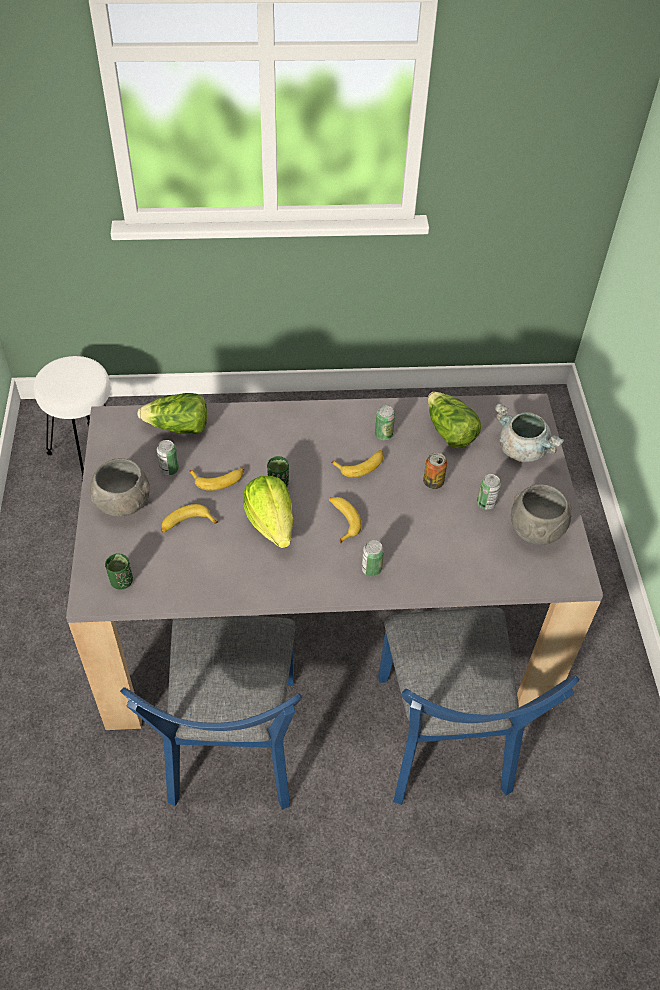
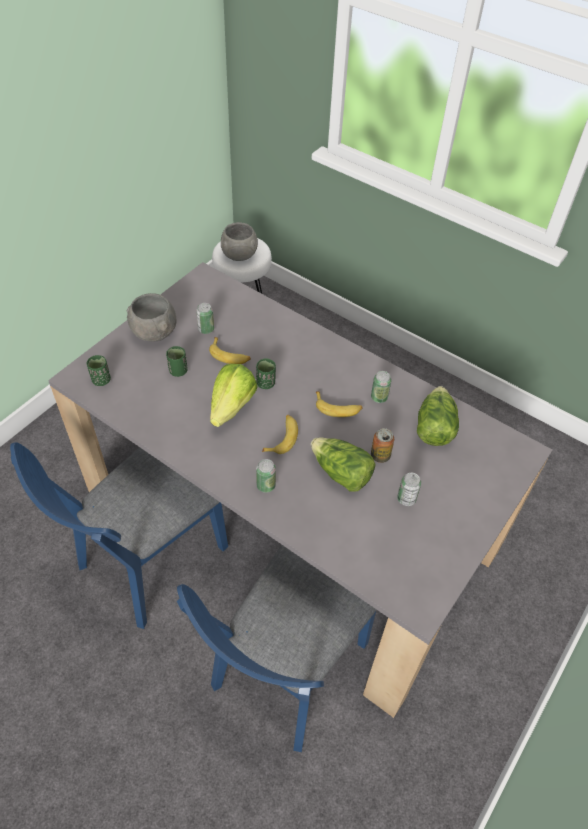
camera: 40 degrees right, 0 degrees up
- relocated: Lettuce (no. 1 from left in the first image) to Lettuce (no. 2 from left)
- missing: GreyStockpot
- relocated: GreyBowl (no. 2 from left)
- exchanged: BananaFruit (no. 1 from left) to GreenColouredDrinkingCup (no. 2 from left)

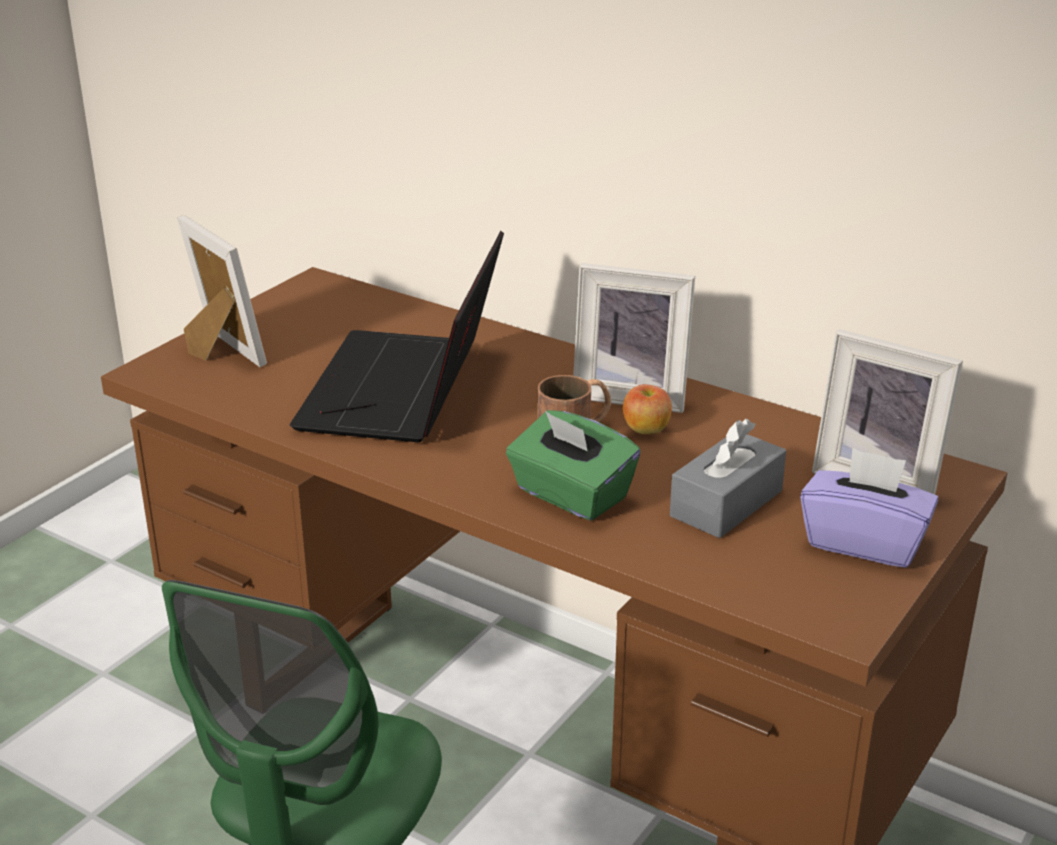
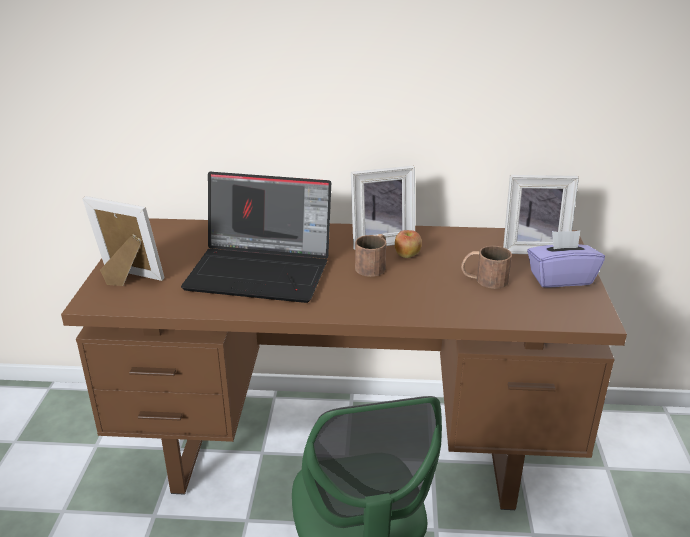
camera: 30 degrees left, 0 degrees up
- spun: PortableComputer 60 degrees counterclockwise
- missing: GreenColouredTissueHolder
- exchanged: GreyTissueHolder to BrownColouredTeaMug (no. 2 from left)

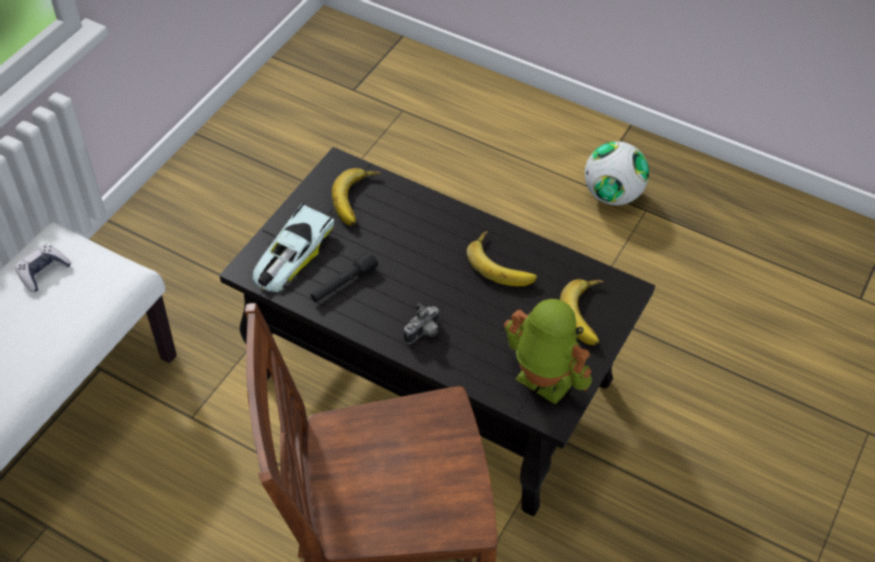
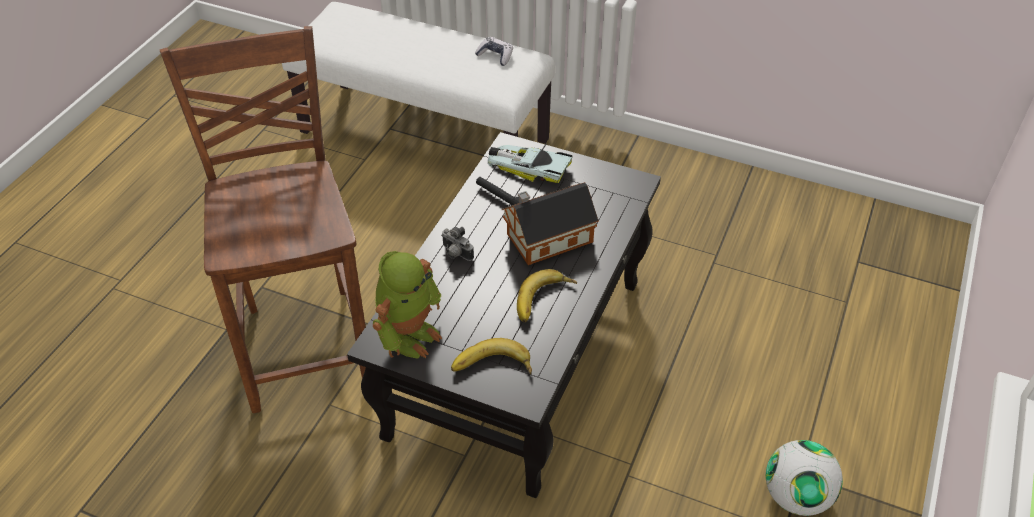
camera: 85 degrees right, 5 degrees down
- missing: BananaFruit (no. 1 from left)
- appeared: MiniatureHouse

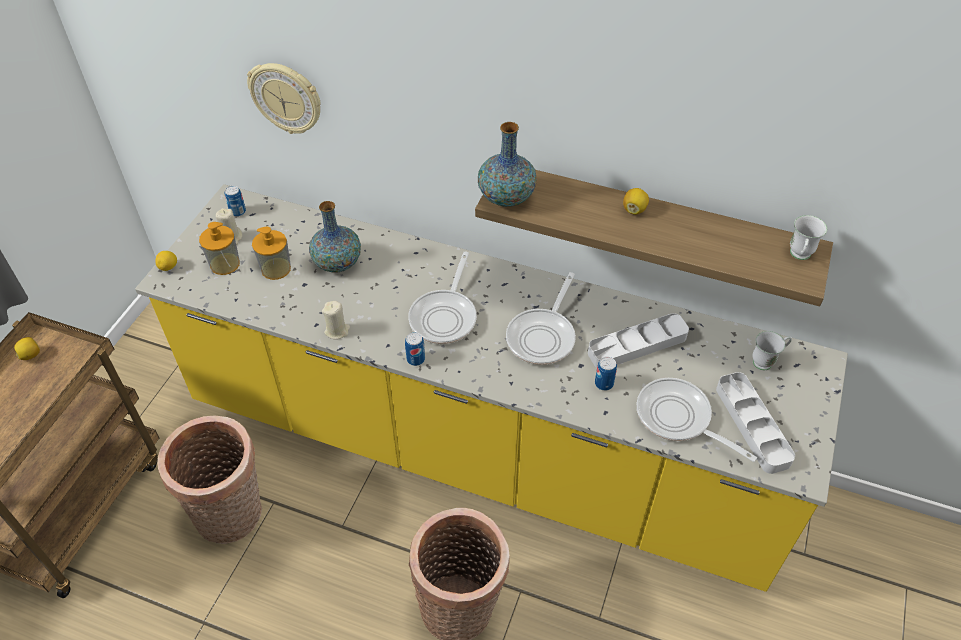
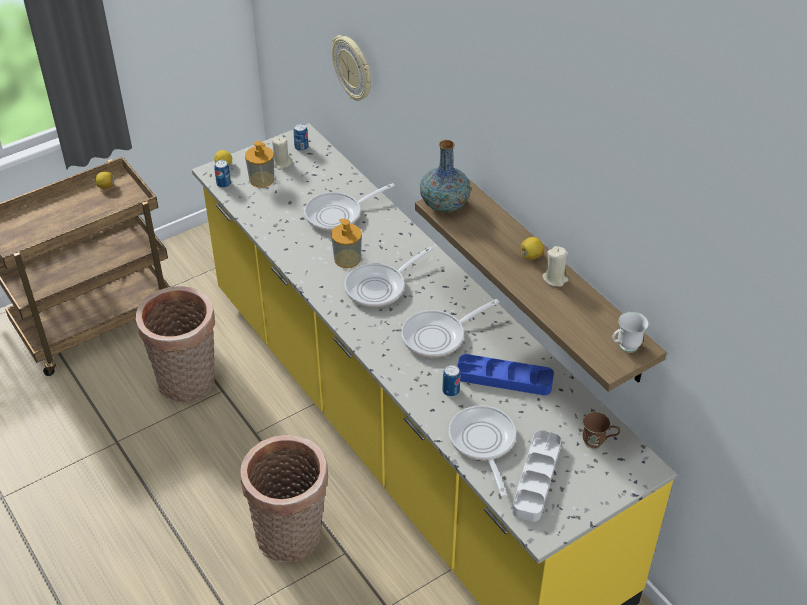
camera: 35 degrees right, 5 degrees down
- exchanged: FlowerVase (no. 1 from left) to FryingPan (no. 1 from left)
- relocated: LiquidSoapBottle (no. 2 from left)
- relocated: BeigeColouredWaxCandle (no. 2 from left)
- colour: GreyServingTray (no. 1 from left) to BlueColouredServingTray
- colour: WhitishTeaMug (no. 1 from left) to BrownColouredTeaMug
- relocated: MetalCan (no. 2 from left in the first image) to MetalCan (no. 1 from left)

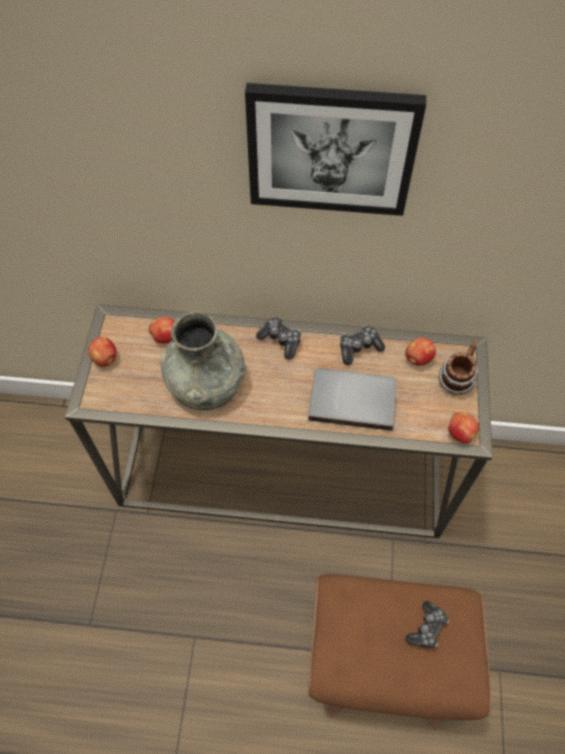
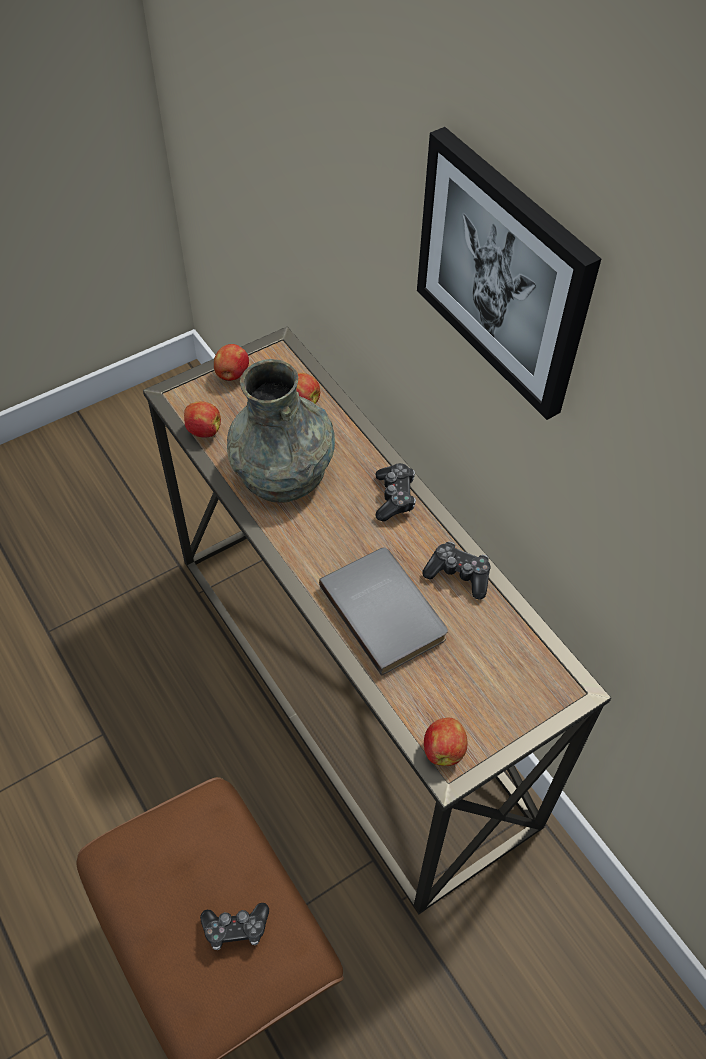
camera: 50 degrees right, 5 degrees down
- relocated: WholeApple (no. 3 from left in the first image) to WholeApple (no. 1 from left)
- missing: TeaMug

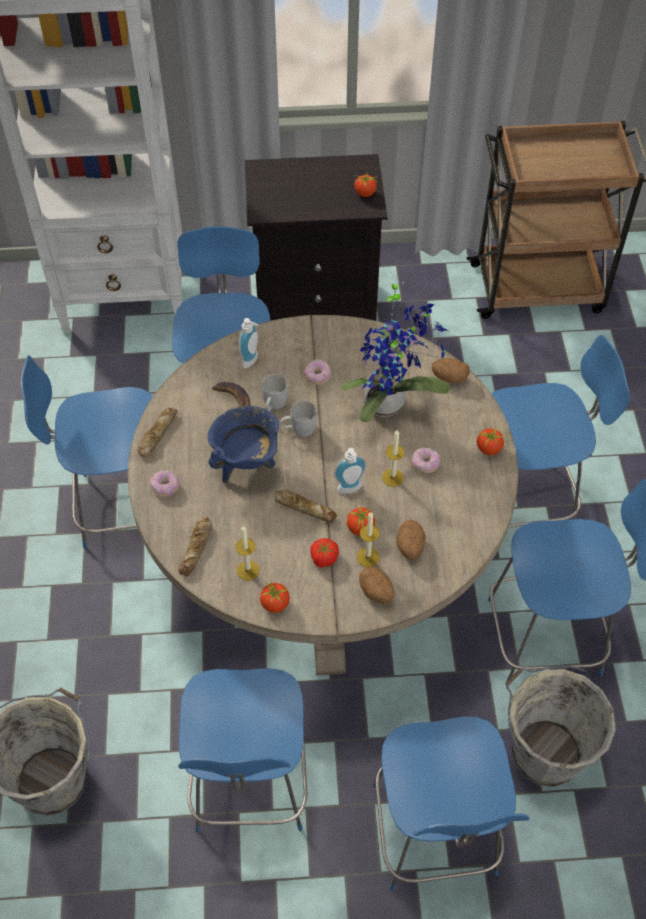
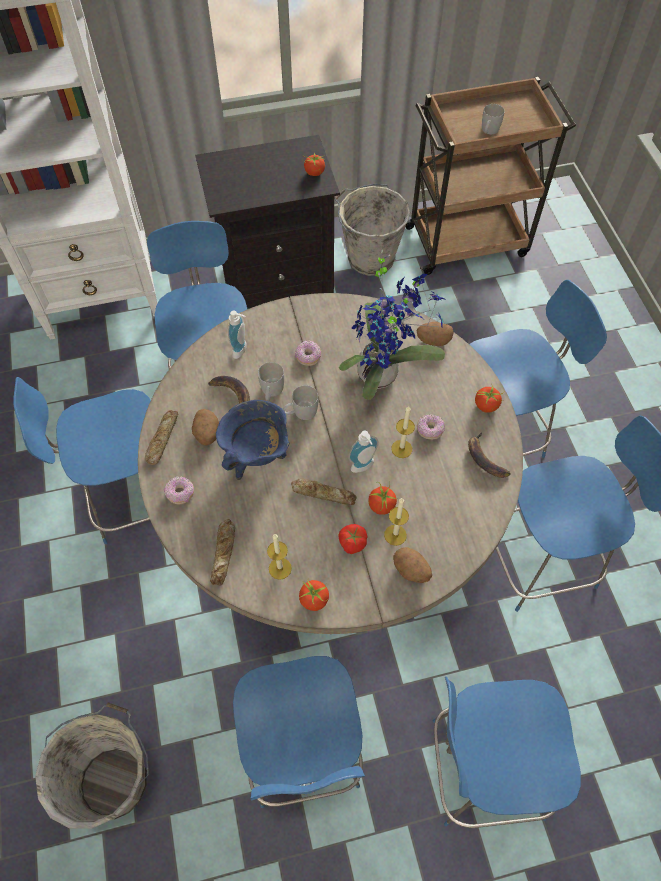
camera: 10 degrees left, 5 degrees up
- relocated: Spud (no. 2 from left in the first image) to Spud (no. 1 from left)
- relocated: GreyBucket (no. 2 from left)
- spun: BlueColouredPlainChair (no. 4 from left) 105 degrees clockwise
- appeared: WhitishTeaMug (no. 3 from left)
- appeared: BananaFruit (no. 2 from left)

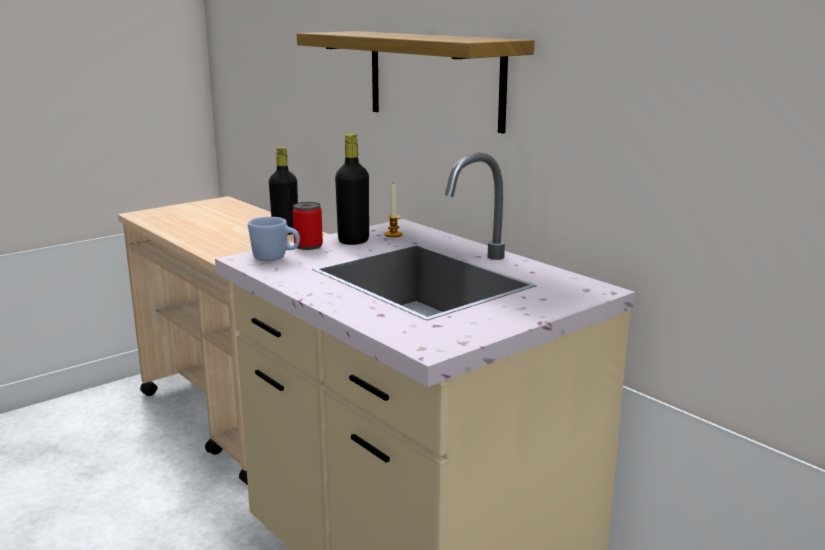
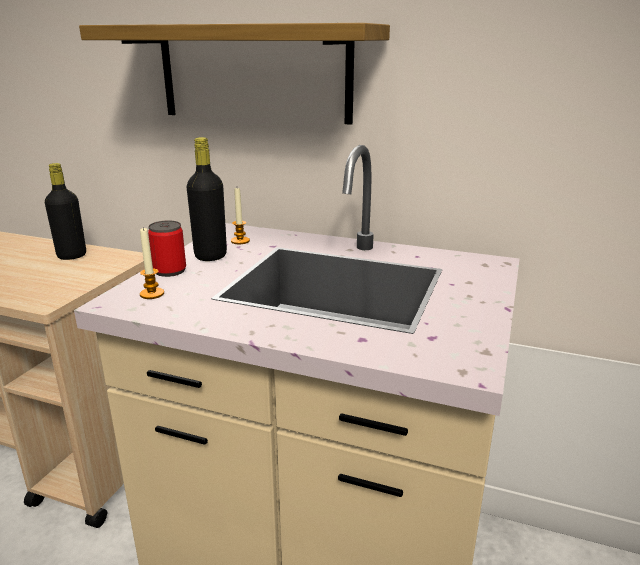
camera: 30 degrees left, 5 degrees up
- exchanged: BlueColouredTeaMug to WaxCandle (no. 1 from left)

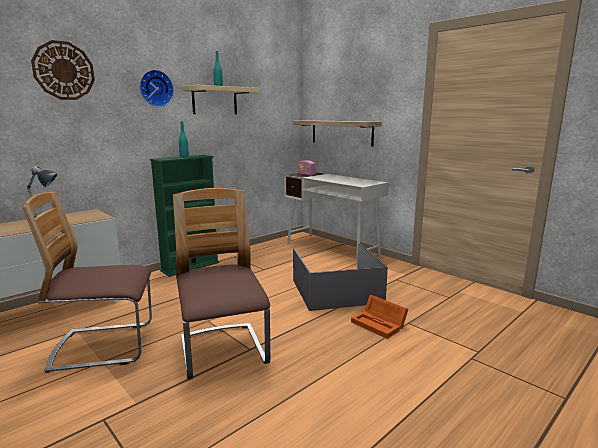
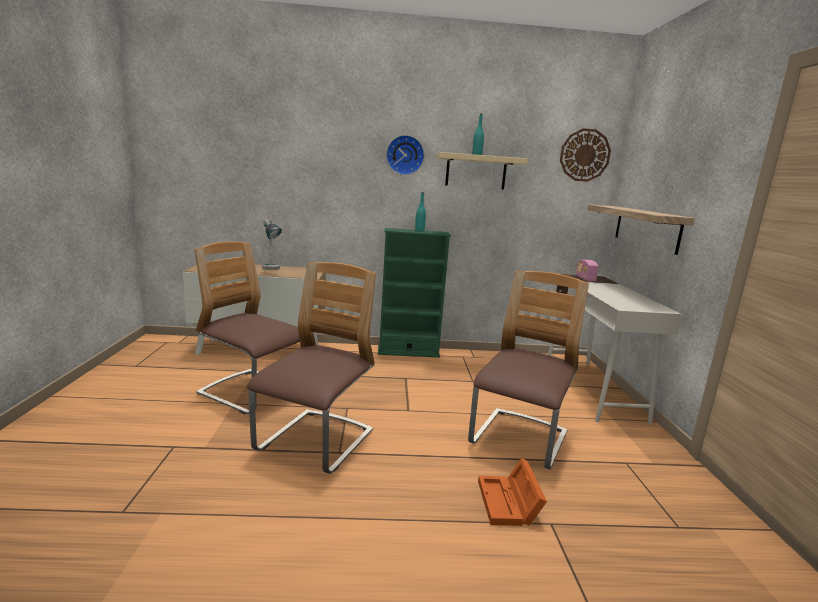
camera: 40 degrees right, 0 degrees up
- relocated: HangingClock (no. 1 from left in the first image) to HangingClock (no. 2 from left)
- exchanged: GreyStorageContainer to PlainChair (no. 3 from left)

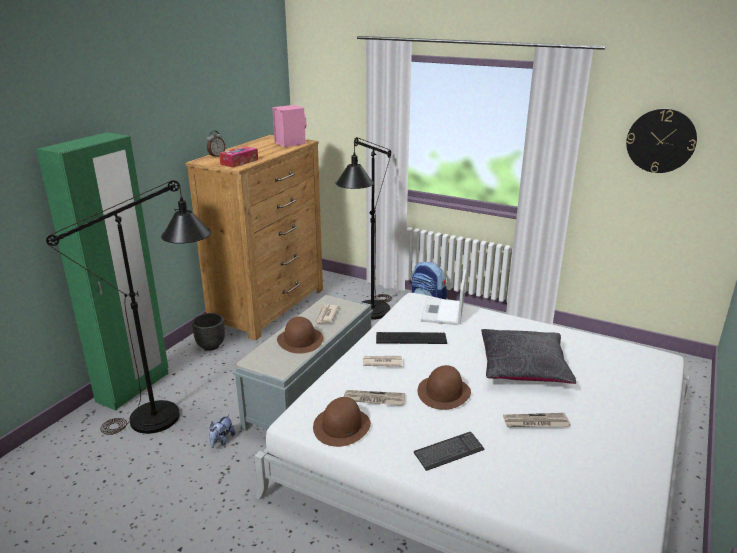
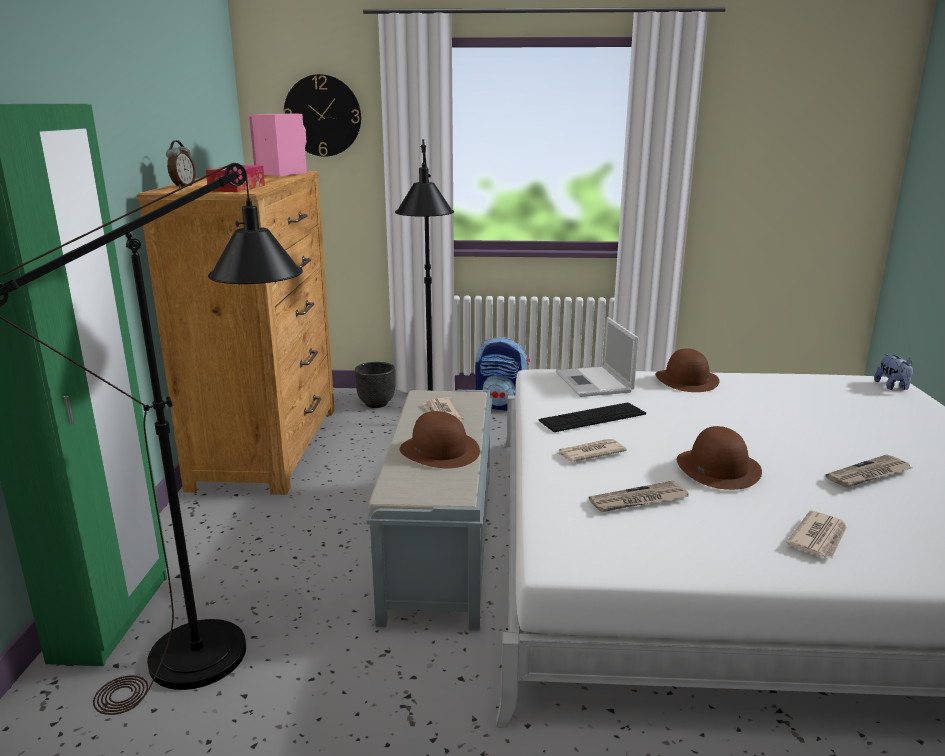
camera: 25 degrees left, 5 degrees down
- relocated: HangingClock
- relocated: BlackishPlanter
- missing: BlackishCushion
- relocated: BrownColouredClothingHat (no. 2 from left)
- relocated: PlushToy
- exchanged: Keyboard (no. 2 from left) to PrintedPaper (no. 4 from left)

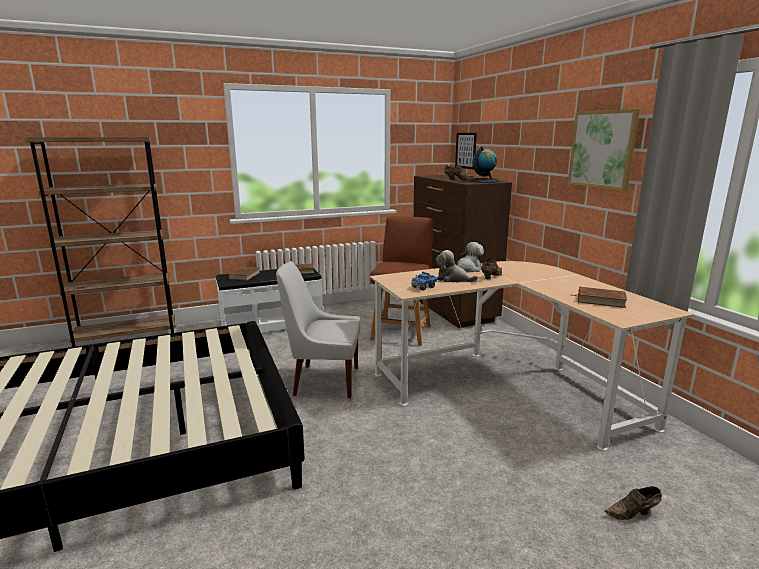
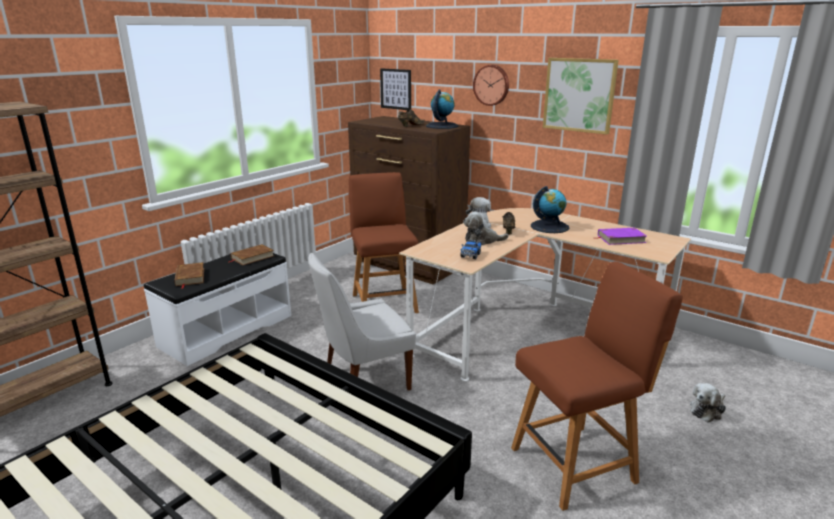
camera: 30 degrees left, 5 degrees up
- colour: BrownColouredBoundBook (no. 3 from left) to PurplishBoundBook
- exchanged: BrownColouredItemOfFootwear (no. 3 from left) to PlushToy (no. 3 from left)
- appeared: HangingClock
- appeared: Globe (no. 2 from left)
- appeared: BrownColouredPlainChair (no. 2 from left)

